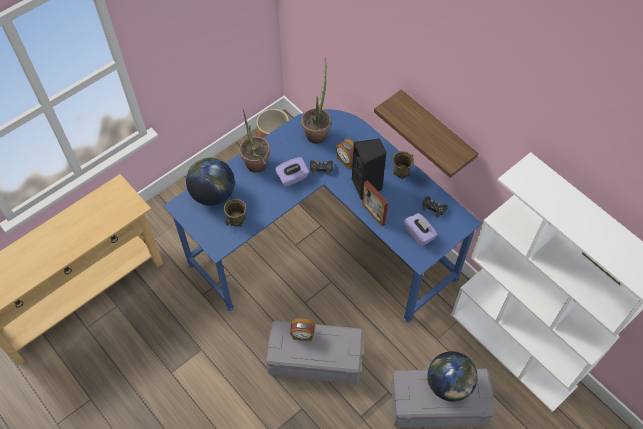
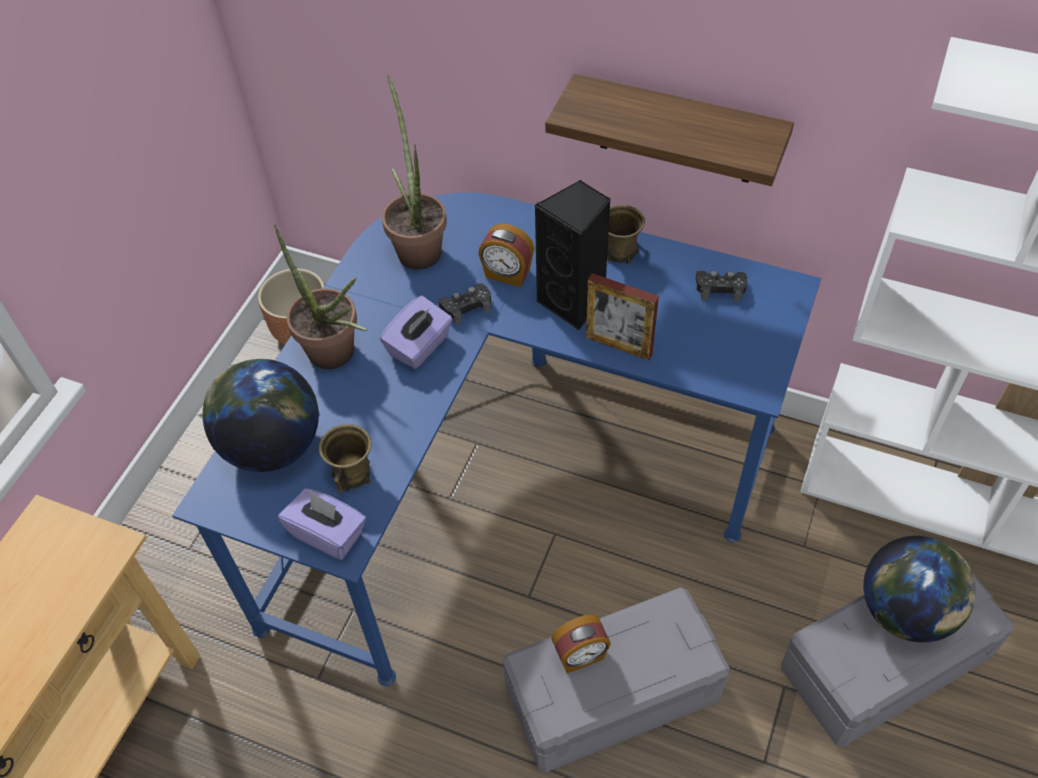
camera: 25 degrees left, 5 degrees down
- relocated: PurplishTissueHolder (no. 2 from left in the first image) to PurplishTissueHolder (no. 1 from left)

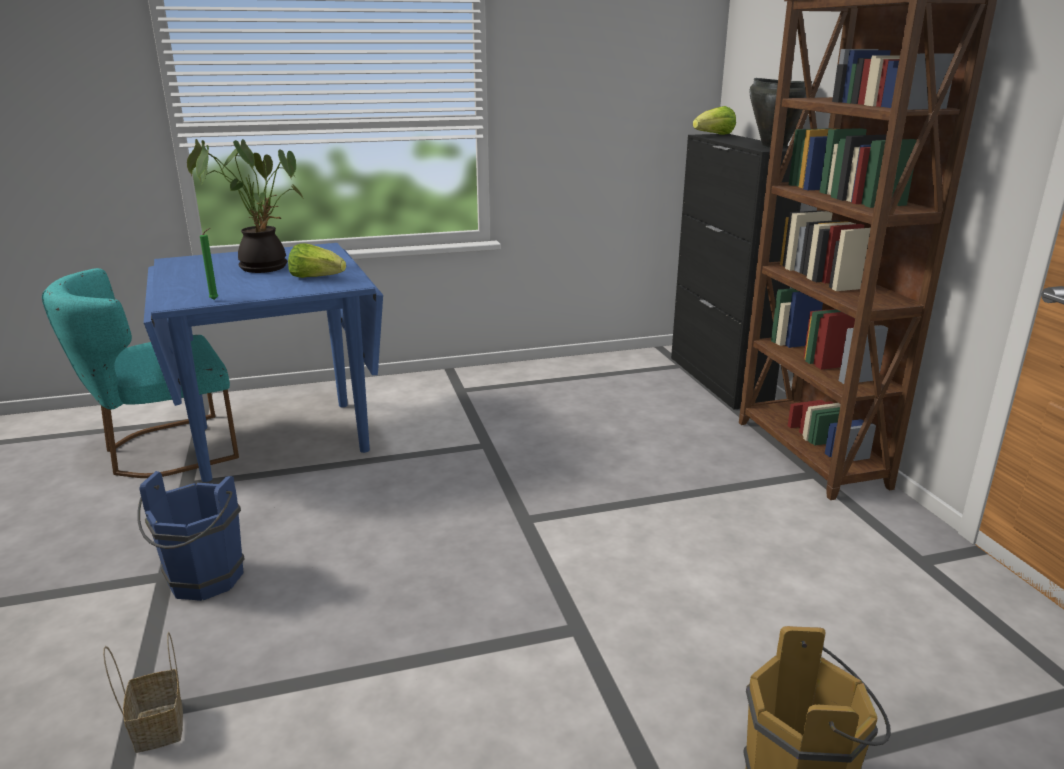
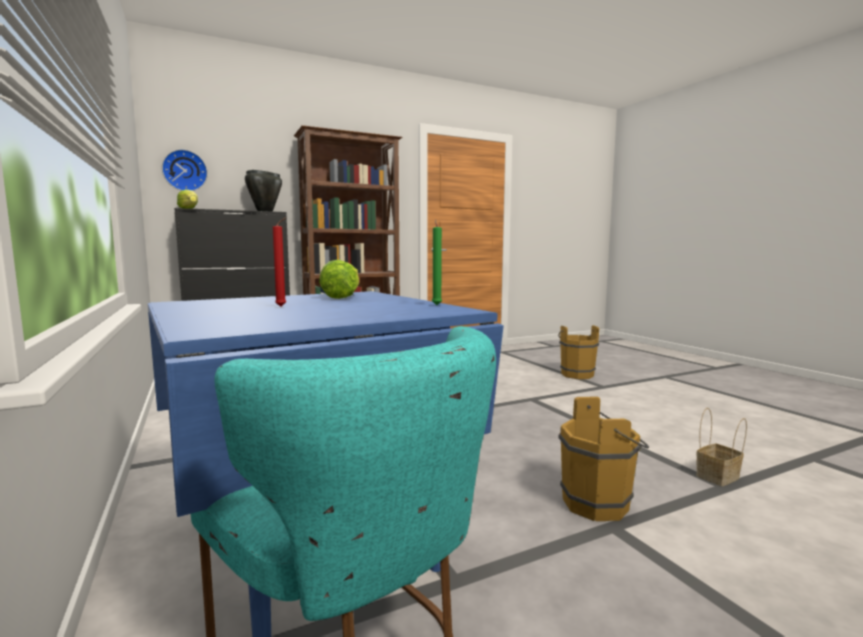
camera: 100 degrees left, 15 degrees down
- exchanged: PlantInAPot to ReddishWaxCandle
- colour: BlueColouredBucket to BrownColouredBucket (no. 2 from left)
- appeared: HangingClock

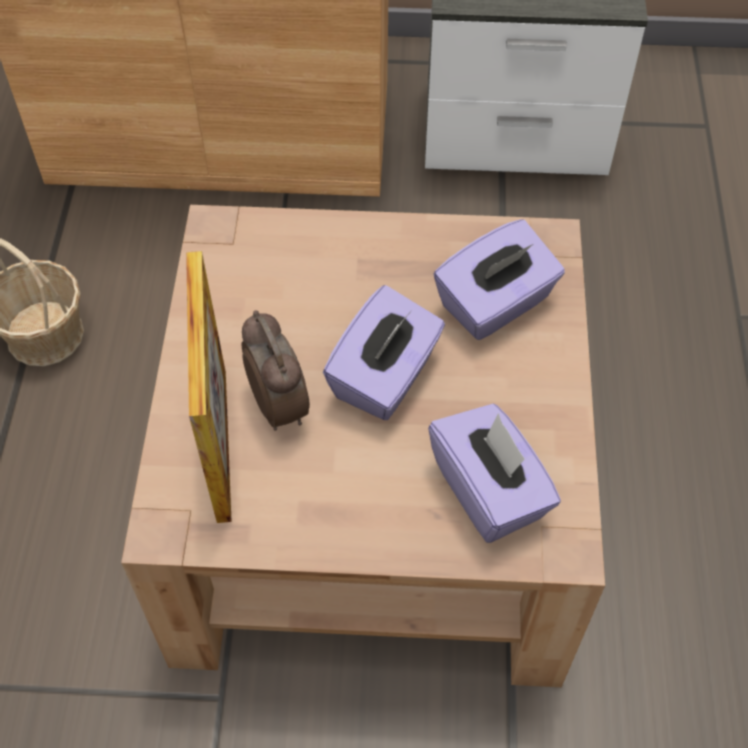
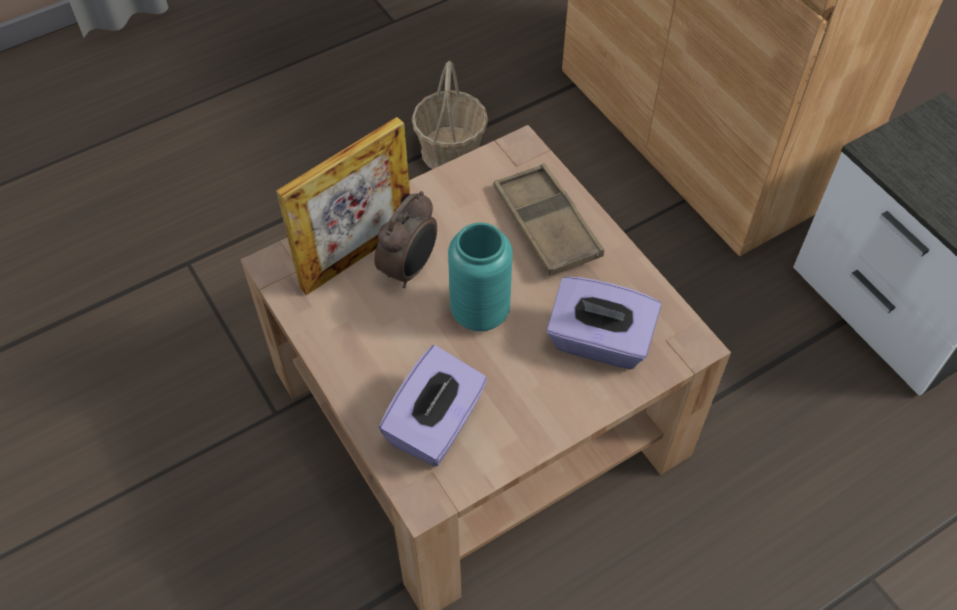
camera: 55 degrees right, 0 degrees up
- exchanged: PurplishTissueHolder (no. 1 from left) to BlueGreenFlowerVase
- appeared: BrownColouredServingTray

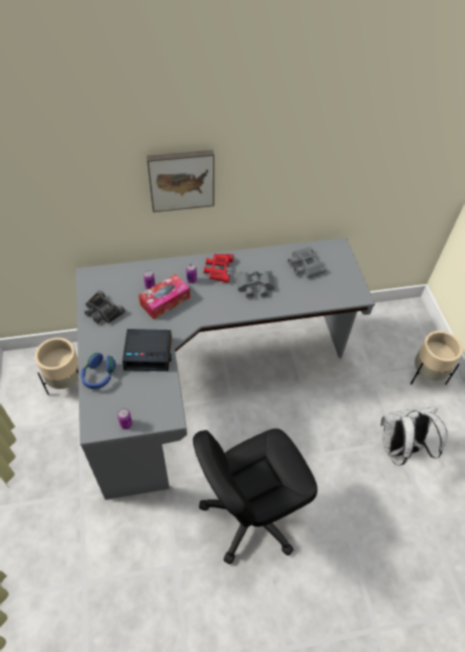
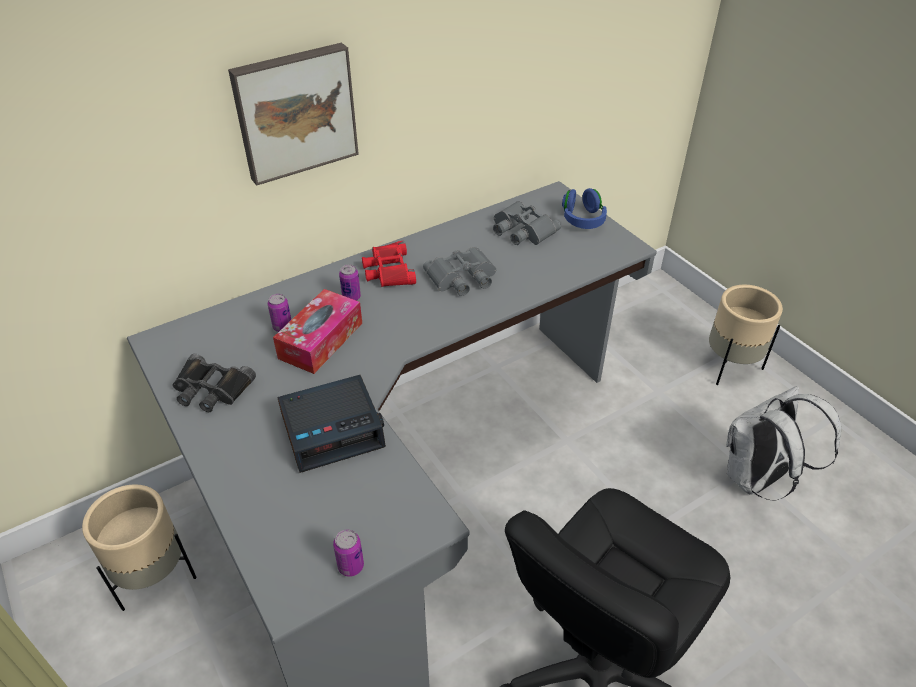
camera: 20 degrees left, 10 degrees down
- relocated: BlueColouredPairOfHeadphones

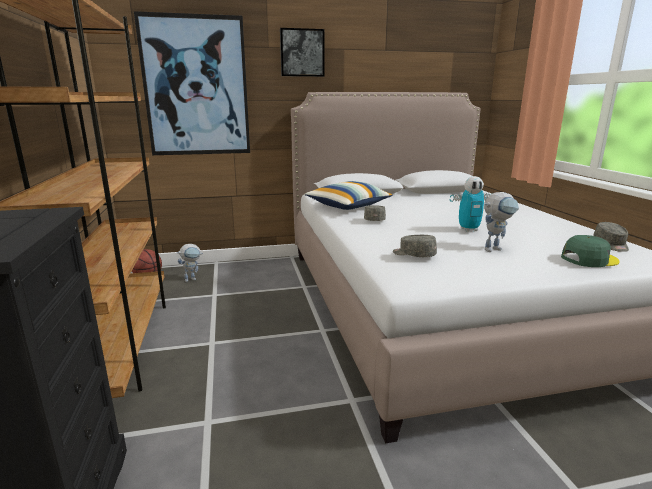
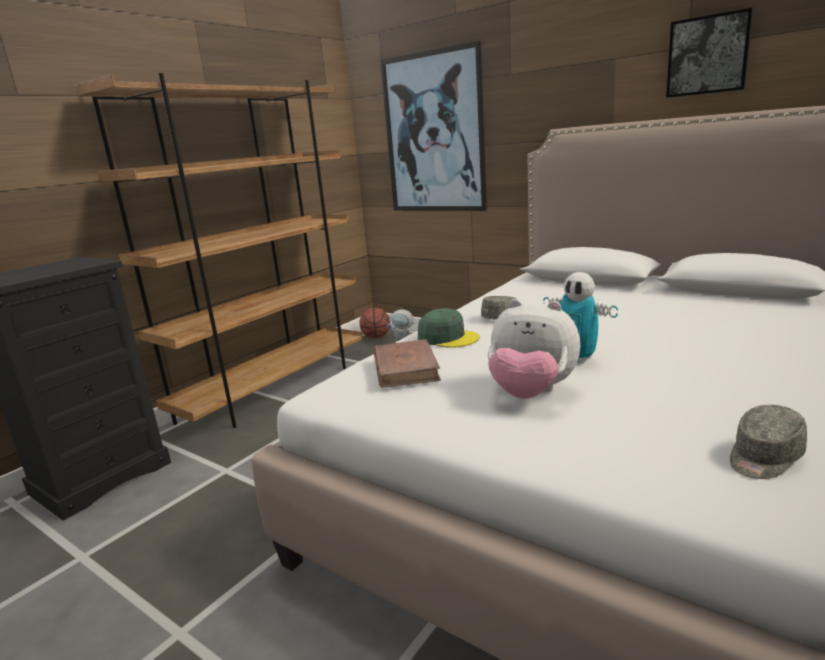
camera: 50 degrees right, 0 degrees up
- relocated: WallArt (no. 2 from left)
- missing: Cushion
- exchanged: ToyRobot (no. 3 from left) to PlushToy
- exchanged: GreyPeakedCap (no. 2 from left) to BrownColouredBoundBook
- relocated: GreenColouredPeakedCap

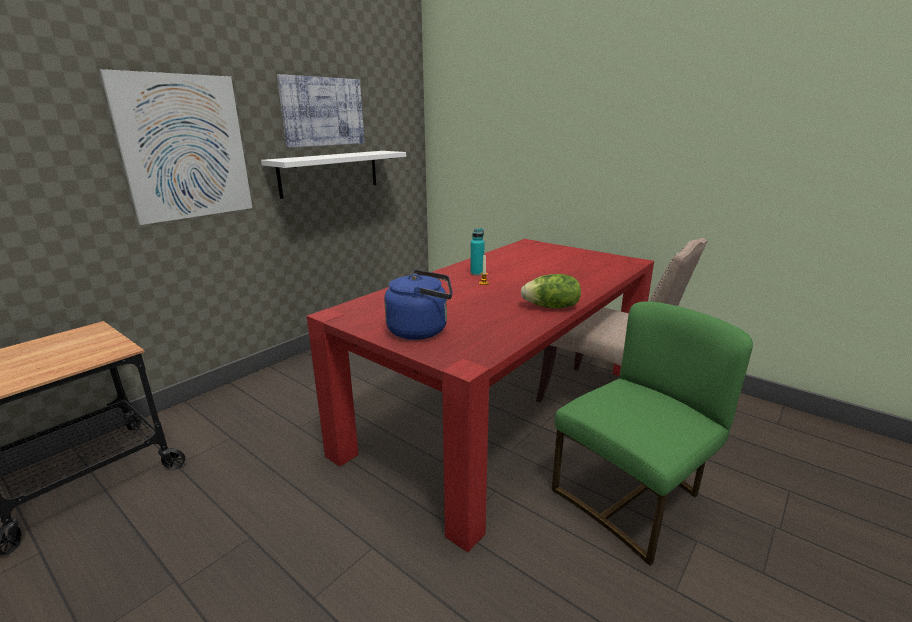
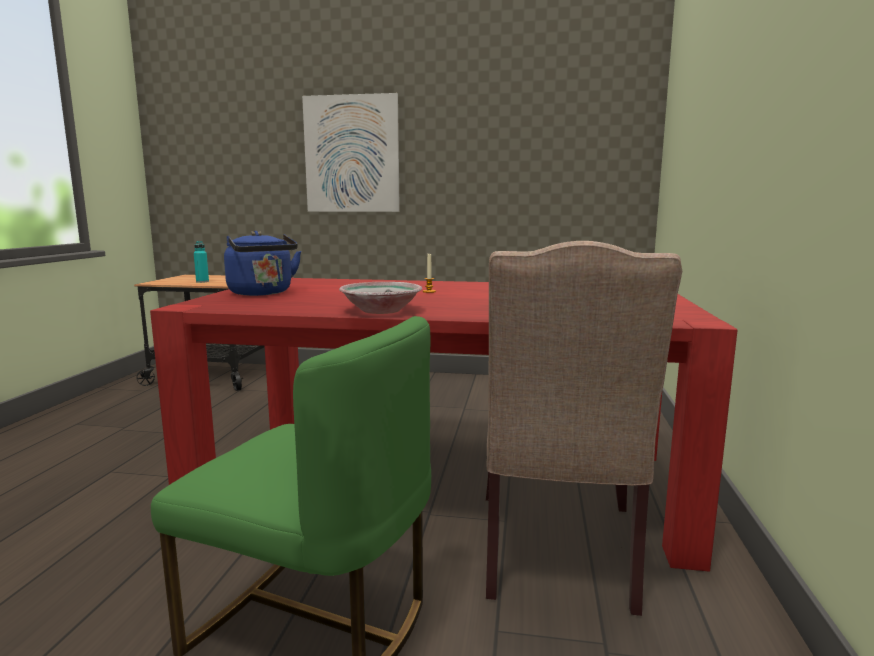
camera: 60 degrees right, 10 degrees down
- missing: WallArt (no. 2 from left)
- missing: WhitishWallShelf
- relocated: BlueGreenDrinkBottle
- exchanged: Lettuce to Bowl

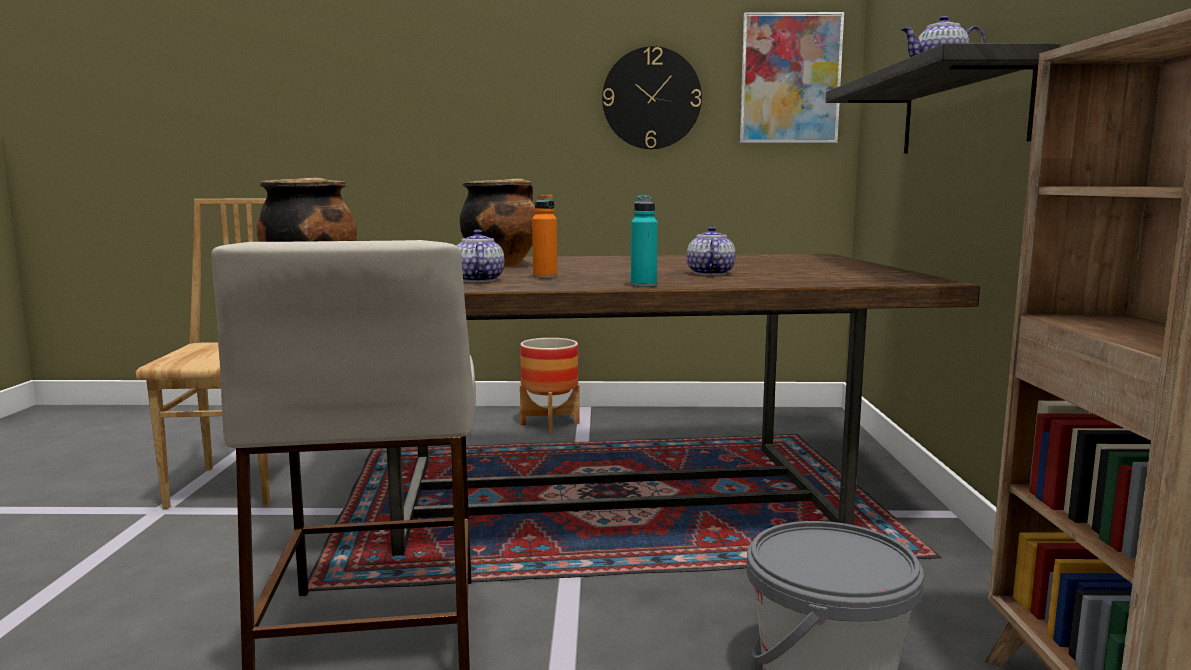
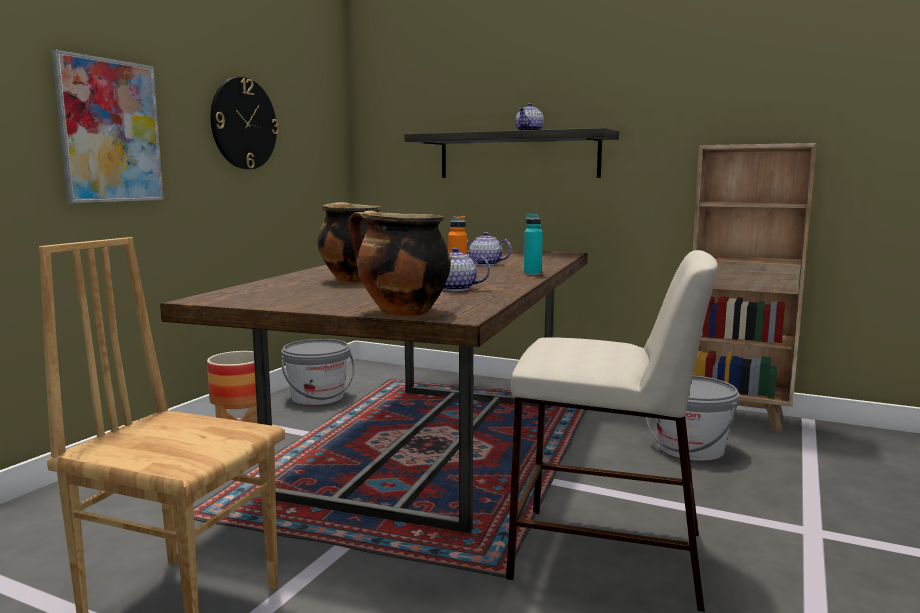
camera: 65 degrees left, 0 degrees up
- relocated: WallArt
- appeared: GreyBucket (no. 1 from left)

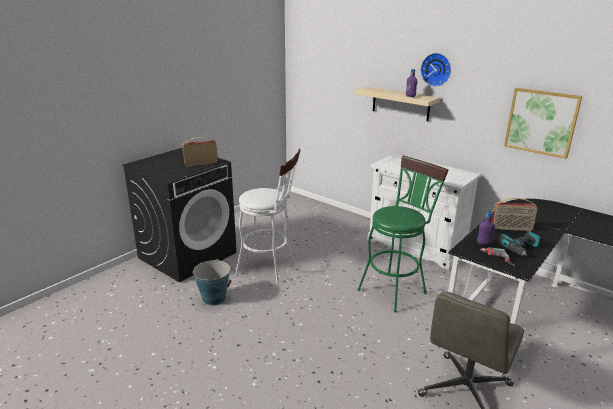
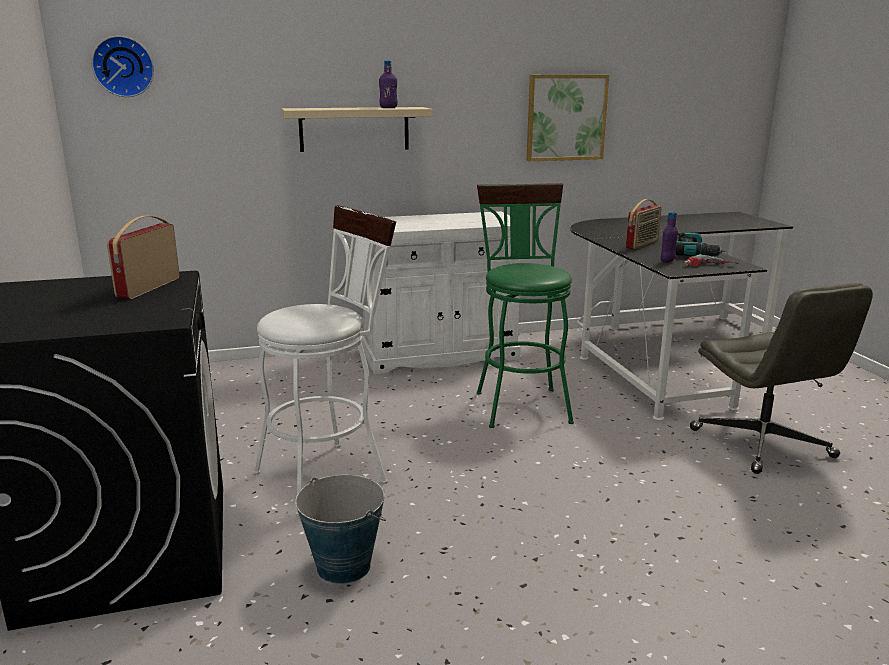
camera: 55 degrees left, 5 degrees down
- relocated: HangingClock

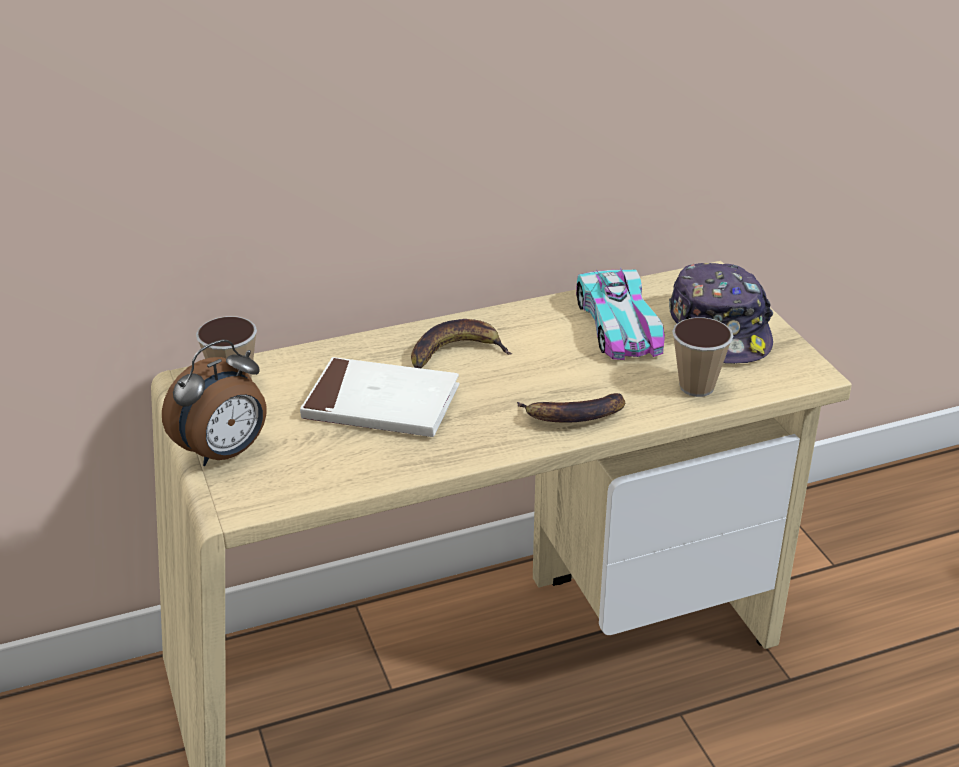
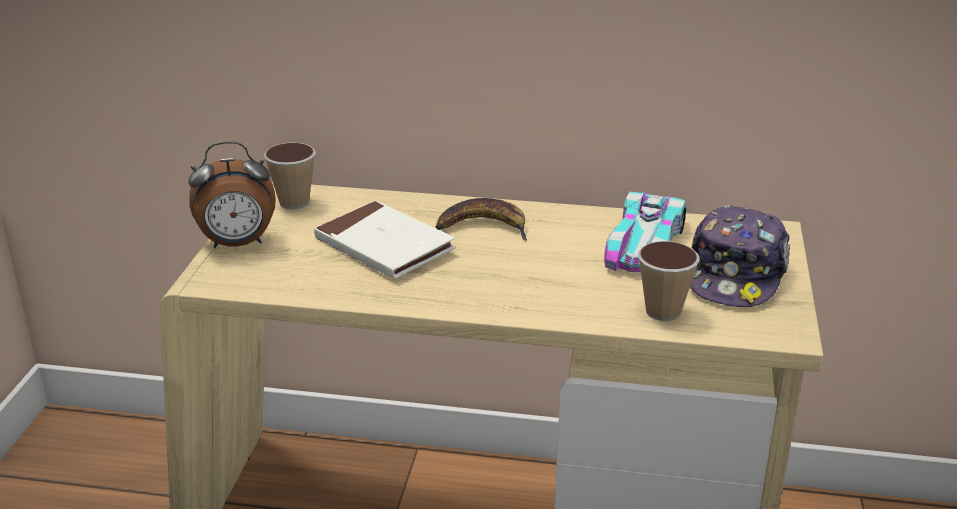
camera: 30 degrees right, 5 degrees down
- missing: BananaFruit (no. 2 from left)

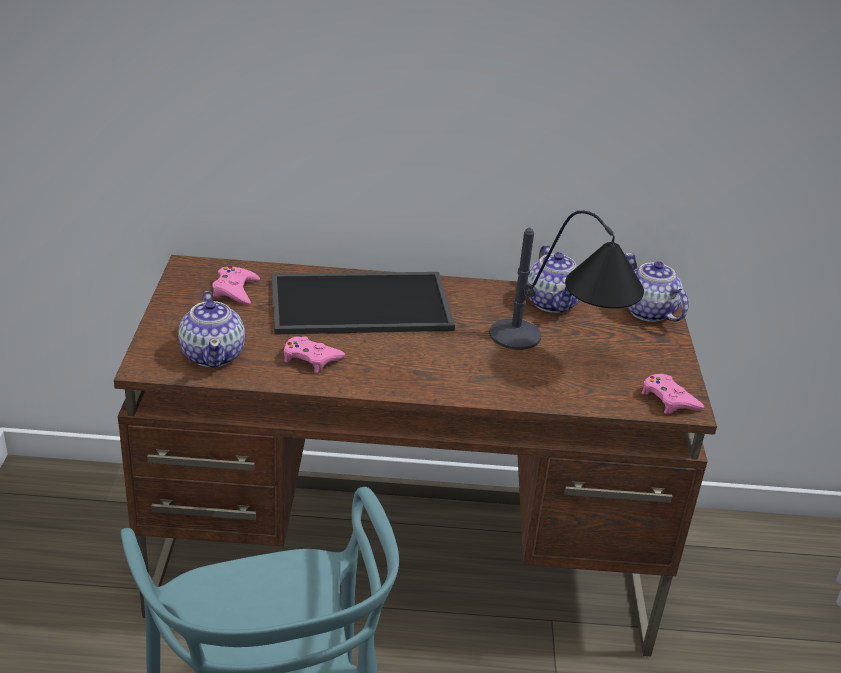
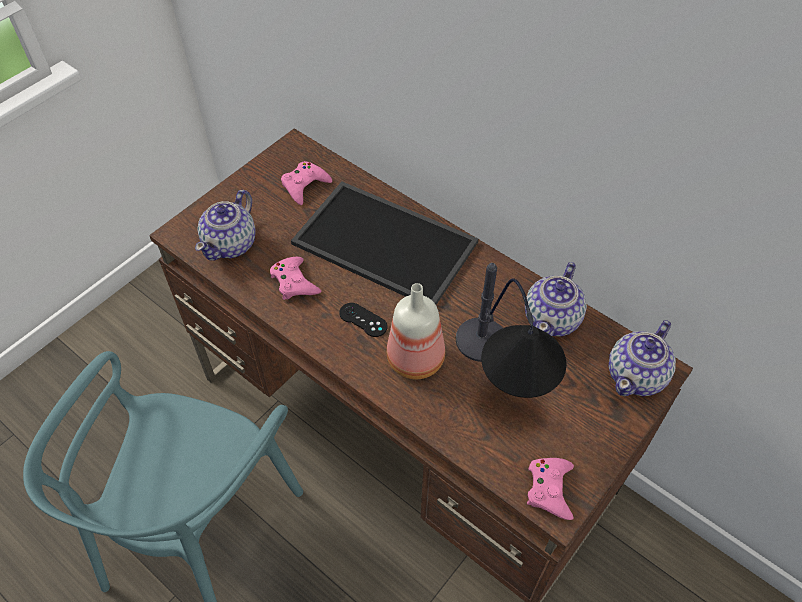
camera: 40 degrees right, 20 degrees up
- spun: Teapot (no. 3 from left) 150 degrees counterclockwise
- appeared: DrinkBottle
- appeared: BlackishGamepad

